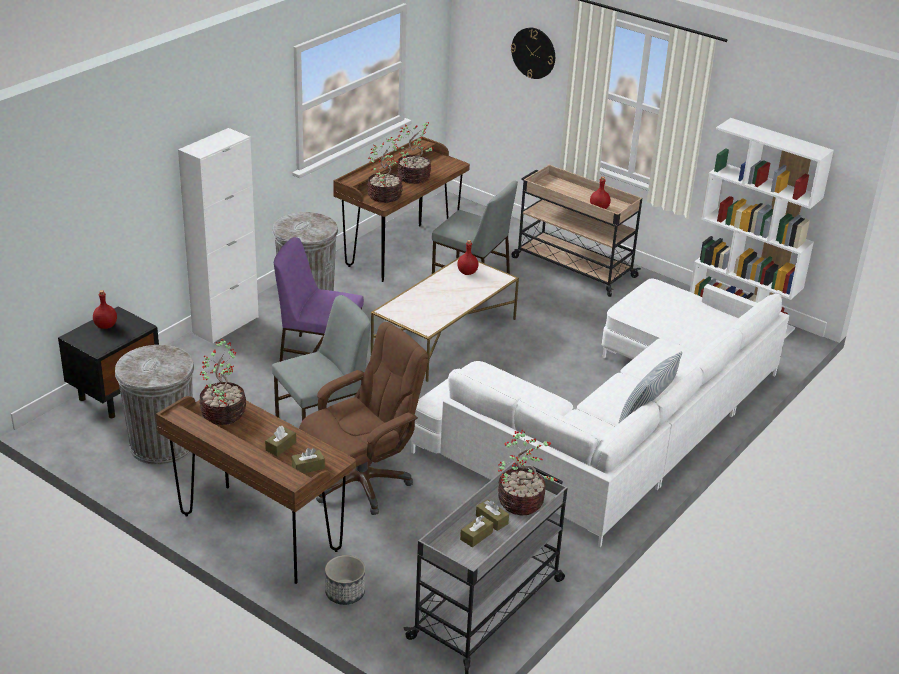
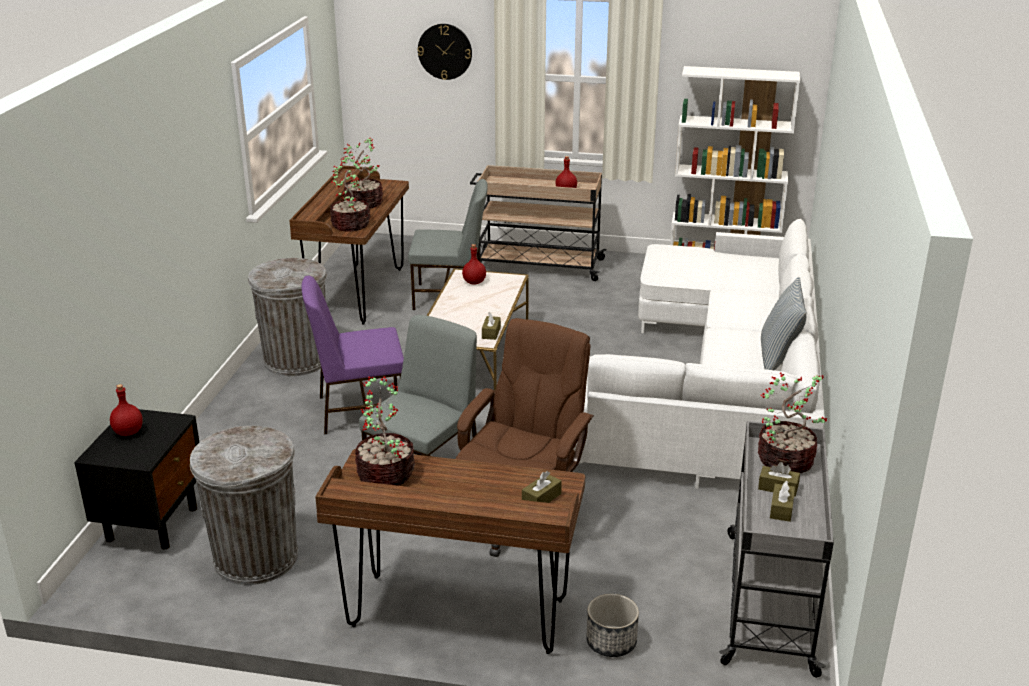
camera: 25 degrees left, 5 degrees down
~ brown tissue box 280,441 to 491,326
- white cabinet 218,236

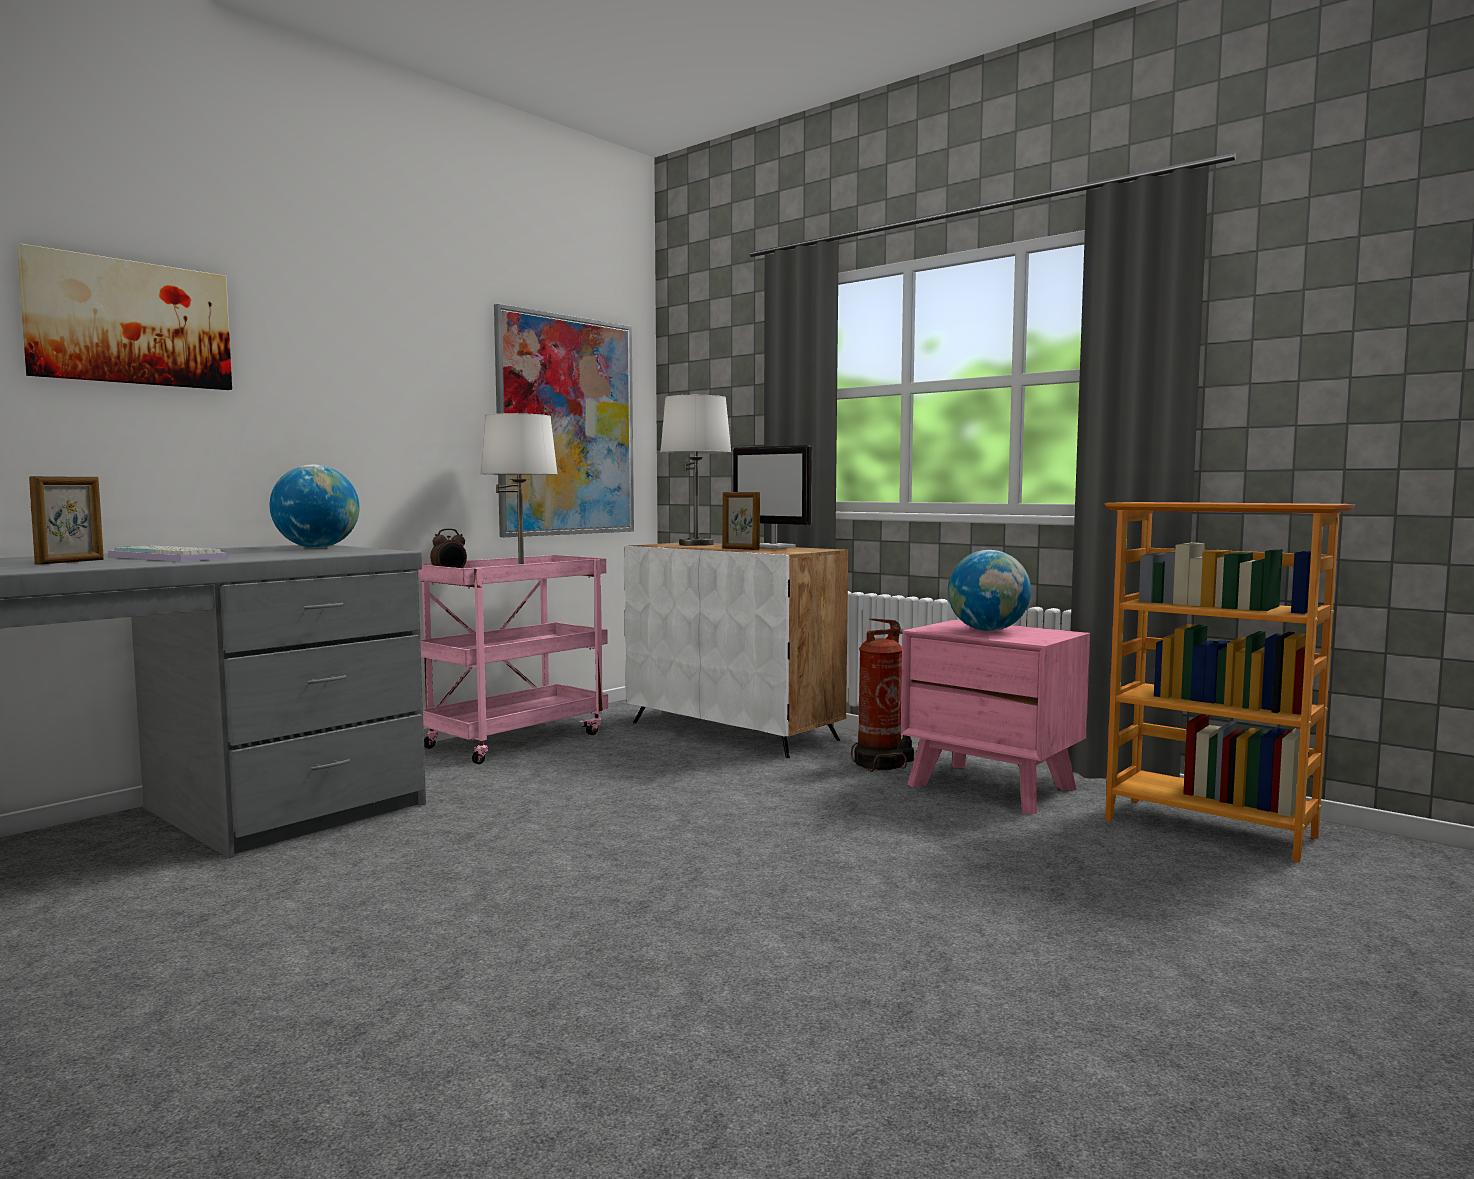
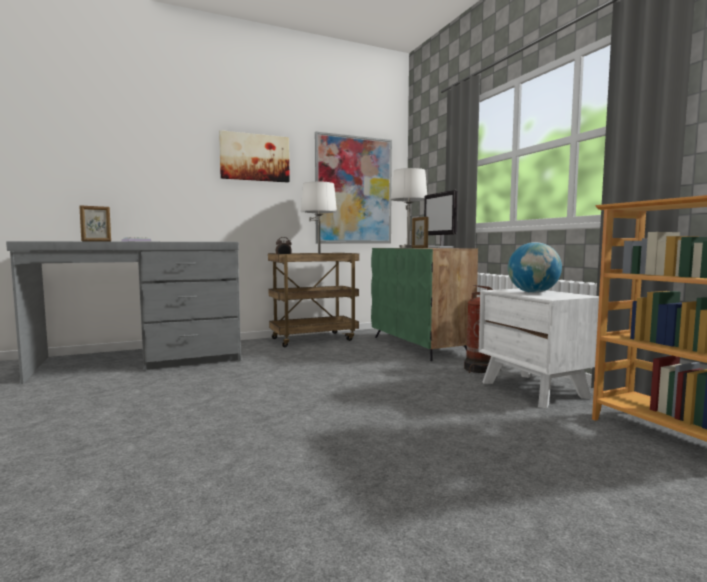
camera: 25 degrees right, 0 degrees up
~ picture 124,317 to 254,156
~ pink cart 513,659 to brown cart 313,300
~ white cabinet 736,650 to green cabinet 424,304
~ pink nightstand 995,717 to white nightstand 539,349
- globe 315,506

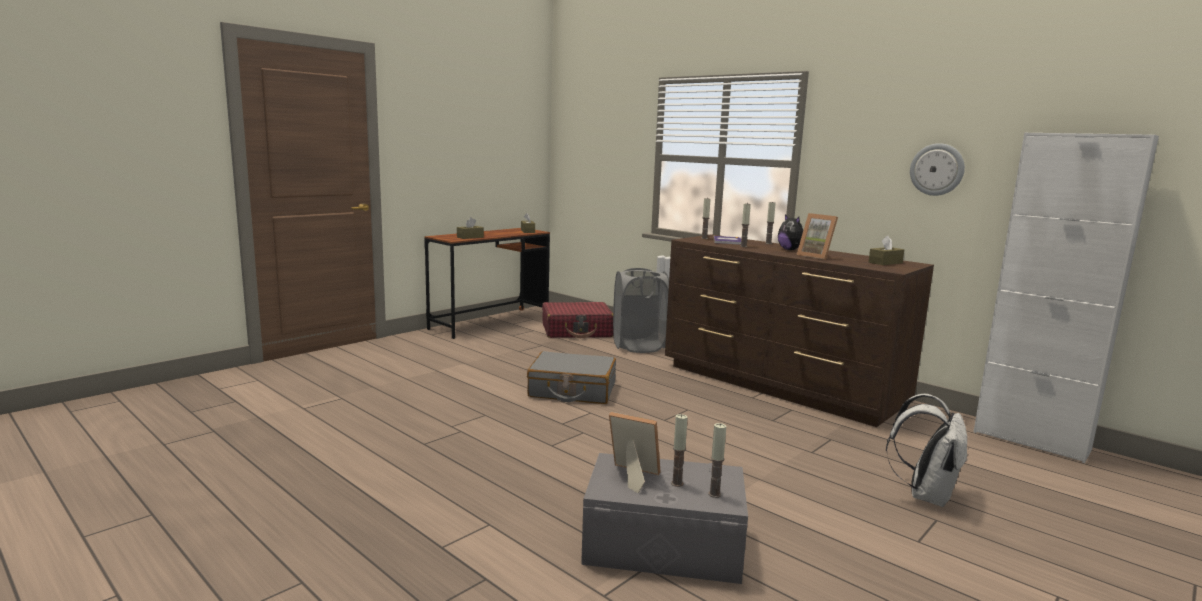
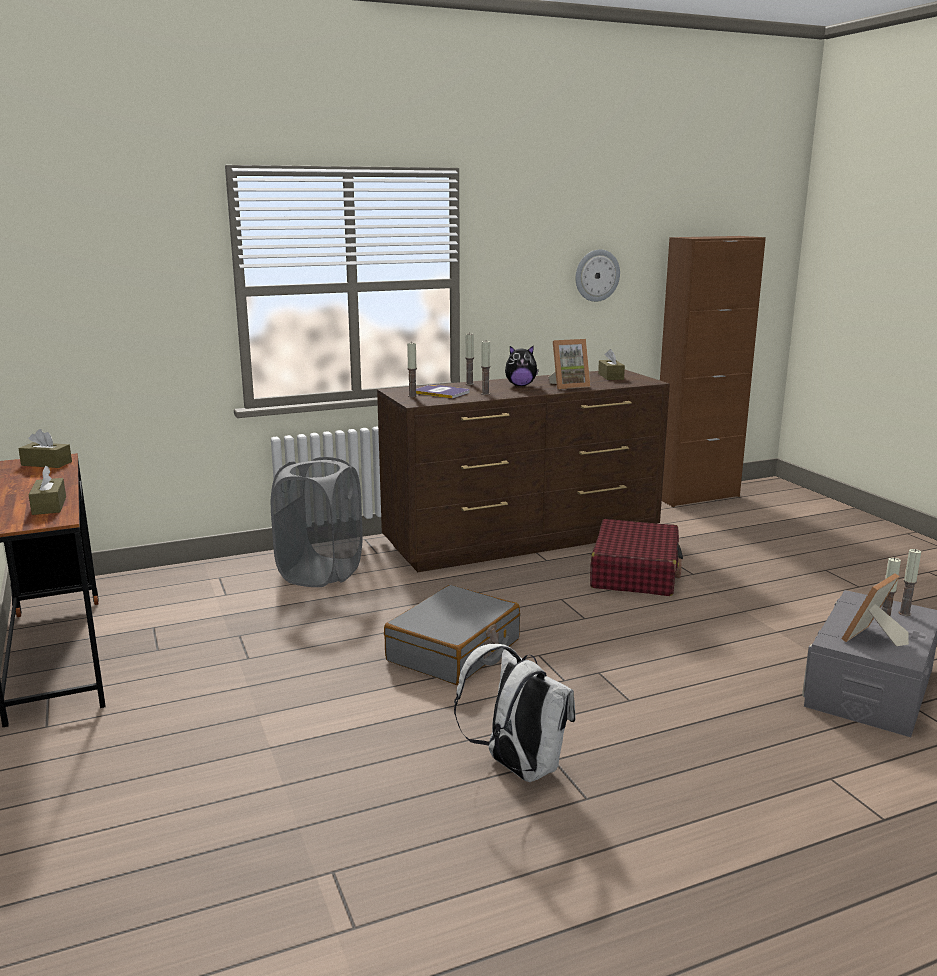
camera: 65 degrees left, 5 degrees up
~ white backpack 927,450 to 515,713
~ red suitcase 577,320 to 636,557
~ white cabinet 1066,298 to brown cabinet 713,371

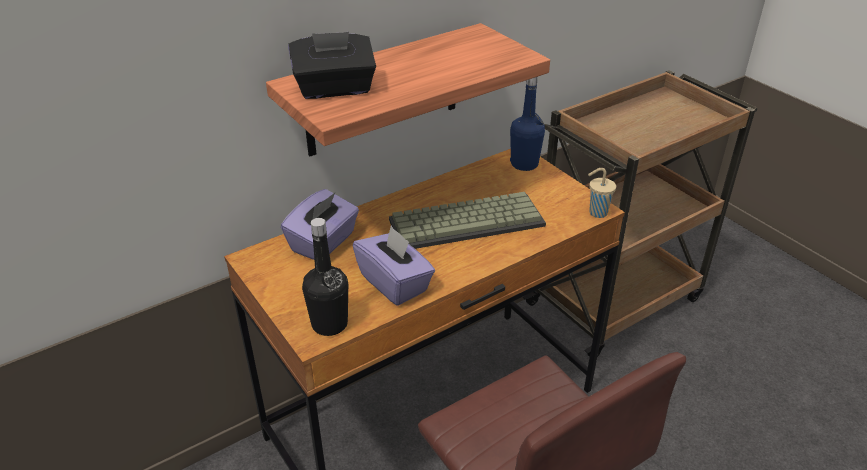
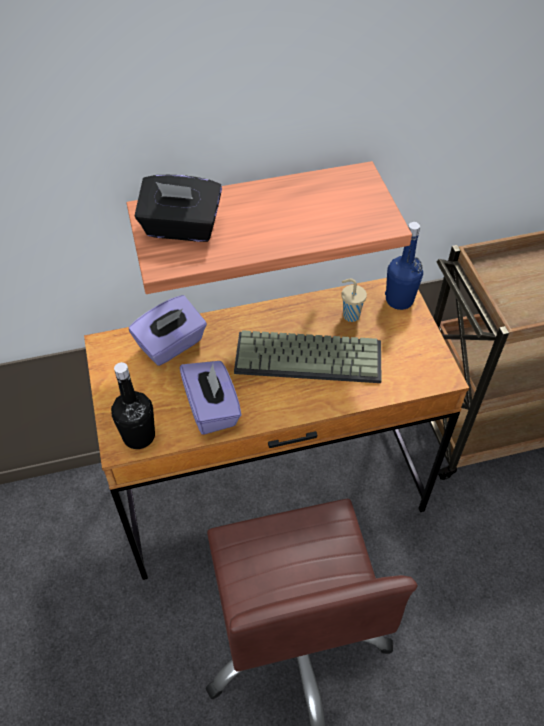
camera: 20 degrees right, 15 degrees up
~ beige cup 602,193 to 354,300

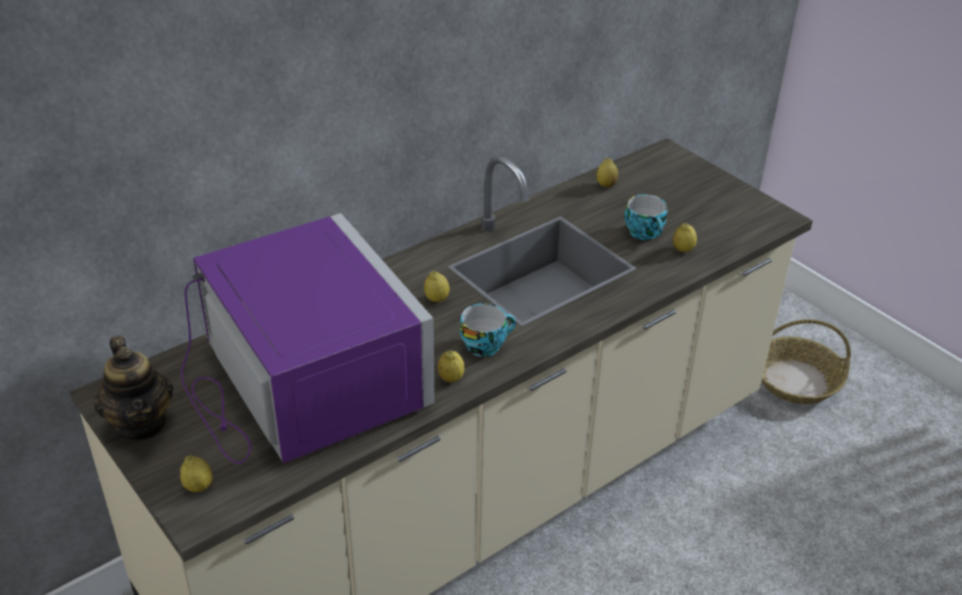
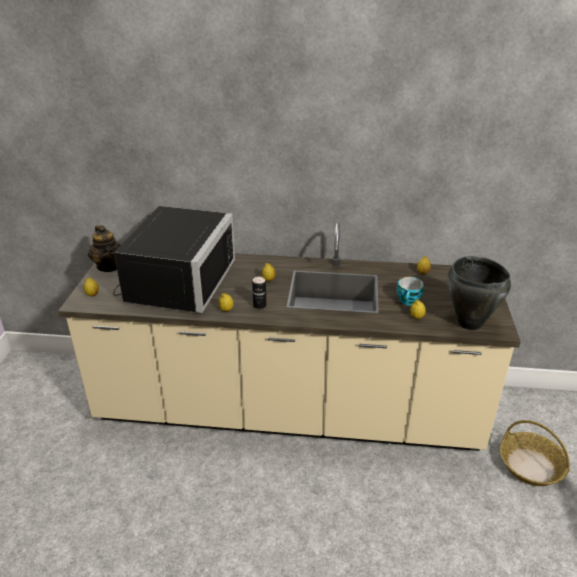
camera: 45 degrees right, 5 degrees down
~ teapot 133,388 = 104,248 45 degrees counterclockwise
~ purple microwave 308,338 to black microwave 174,259
~ cup 488,330 to can 259,293
+ black cooking pot 479,293

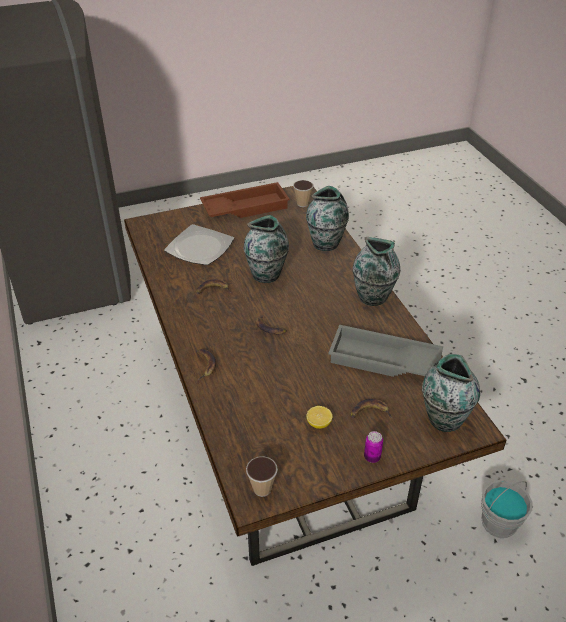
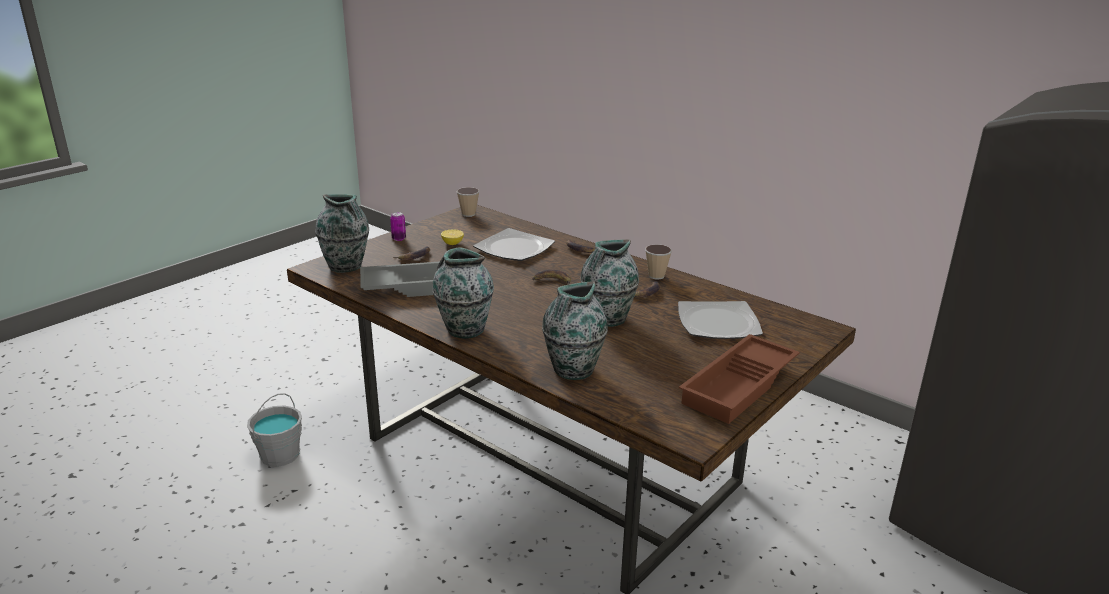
camera: 150 degrees right, 15 degrees down
+ plate 514,244
~ cup 303,193 to 658,262

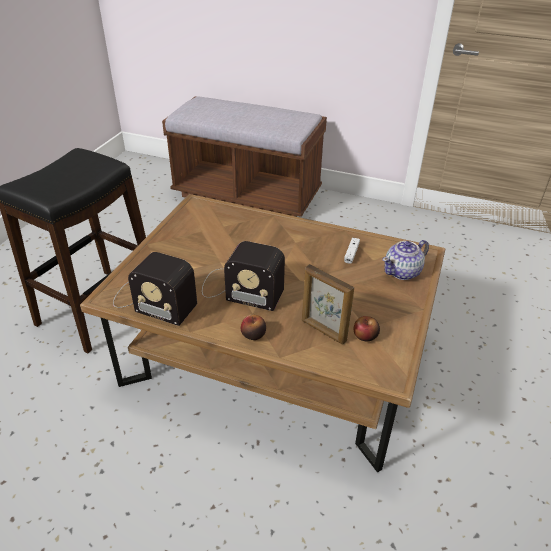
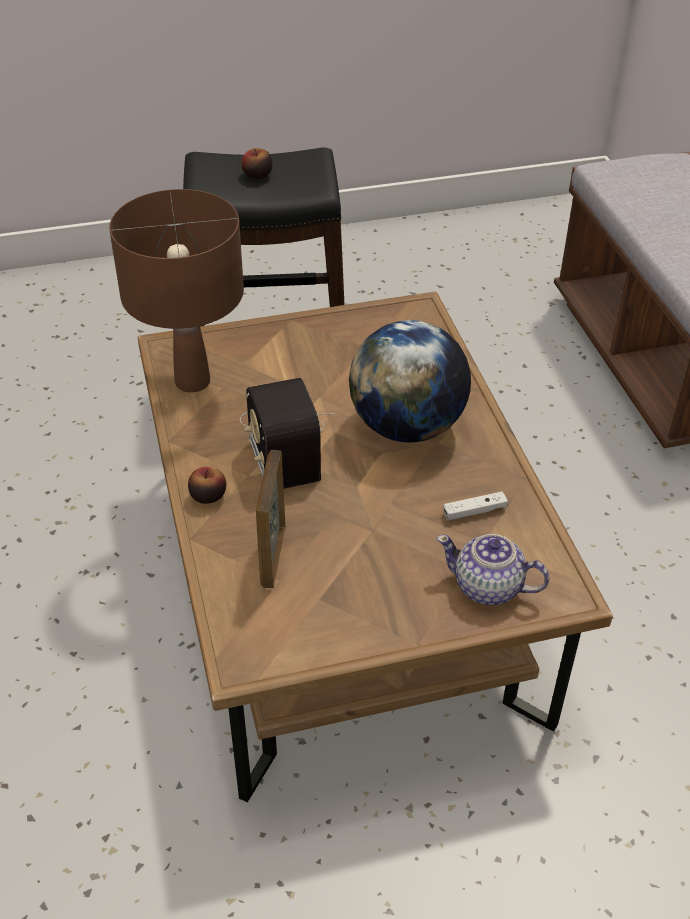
camera: 55 degrees right, 5 degrees up
~ radio 155,289 to brown table lamp 176,290
~ apple 367,329 to 256,163
+ globe 410,381

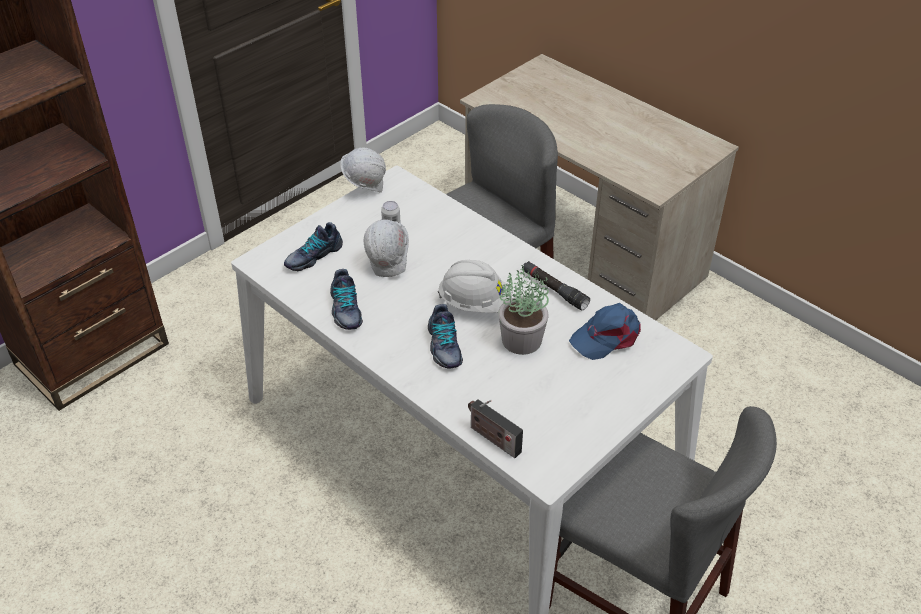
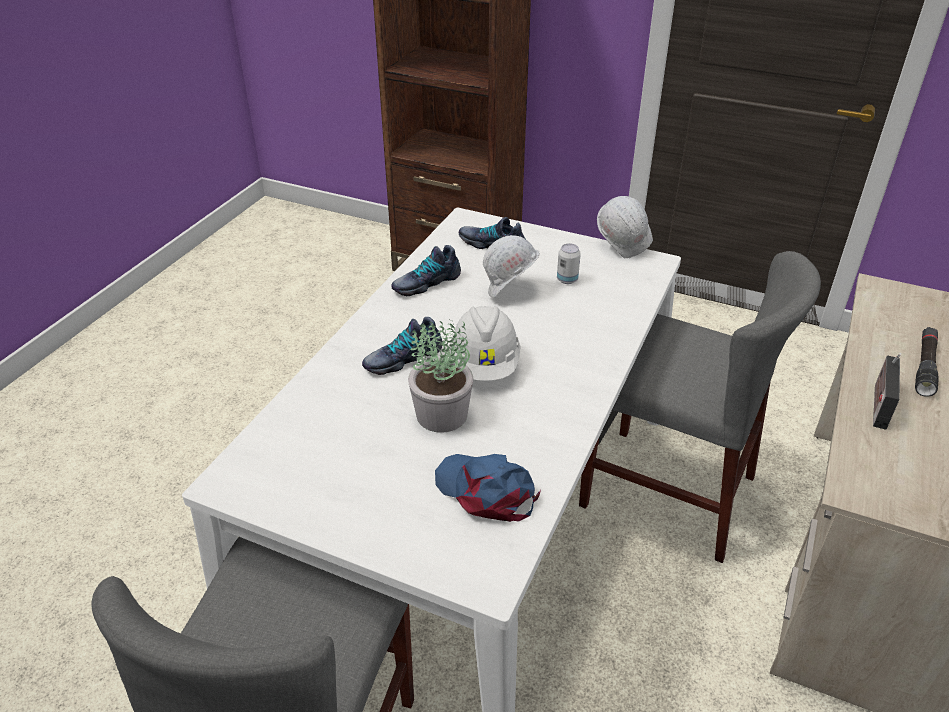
camera: 70 degrees right, 5 degrees down
~ radio 495,428 to 887,391
~ black flashlight 556,285 to 927,362

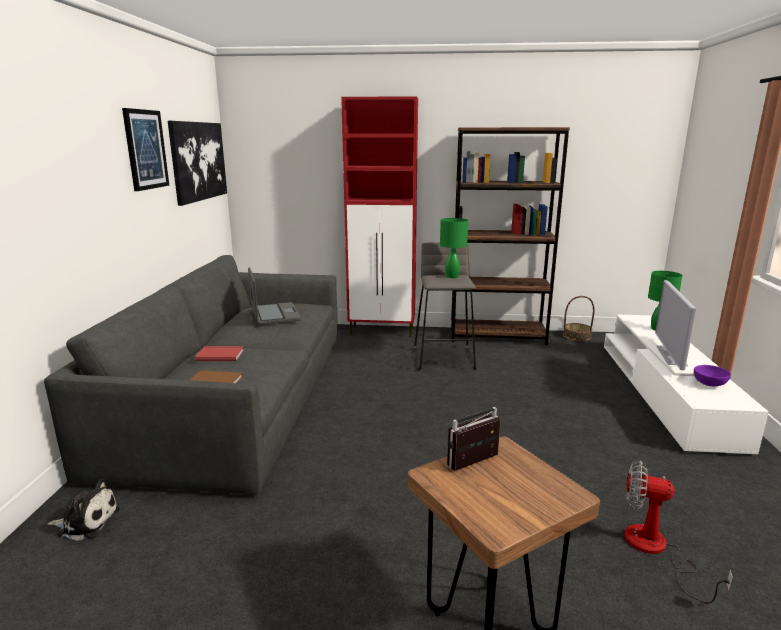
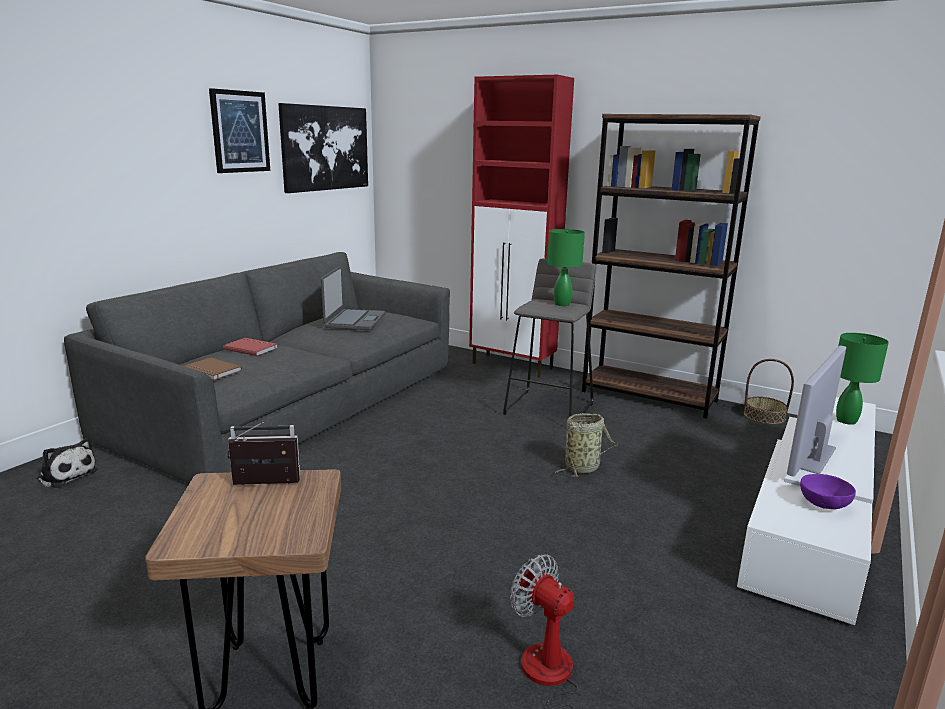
camera: 25 degrees right, 0 degrees up
+ basket 586,445

